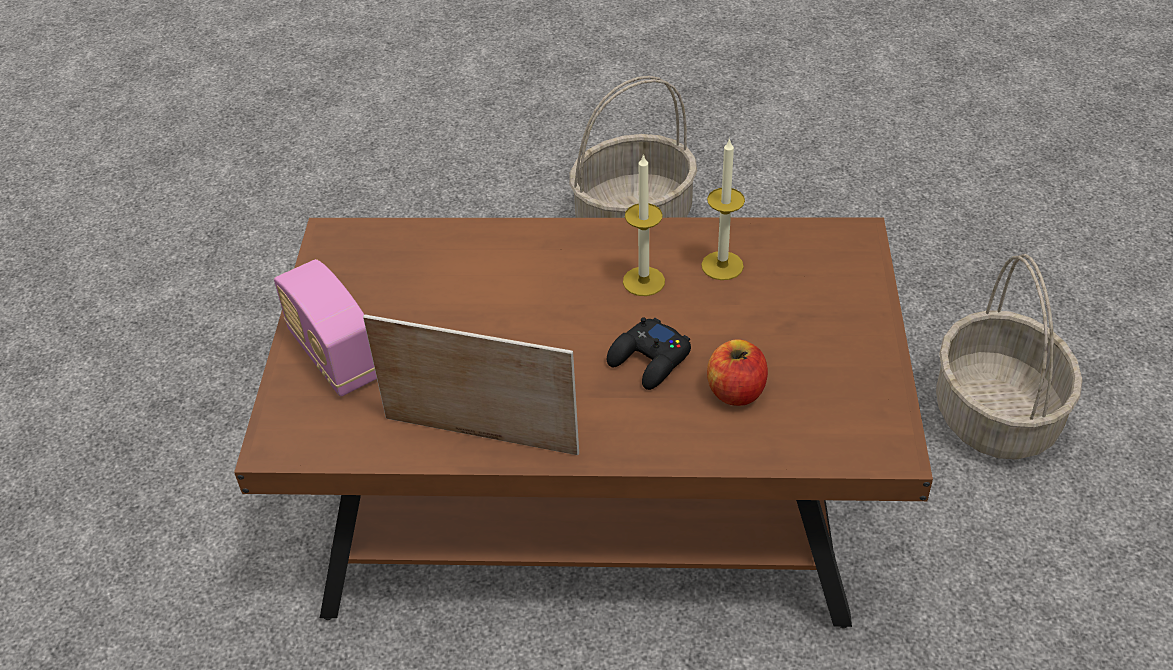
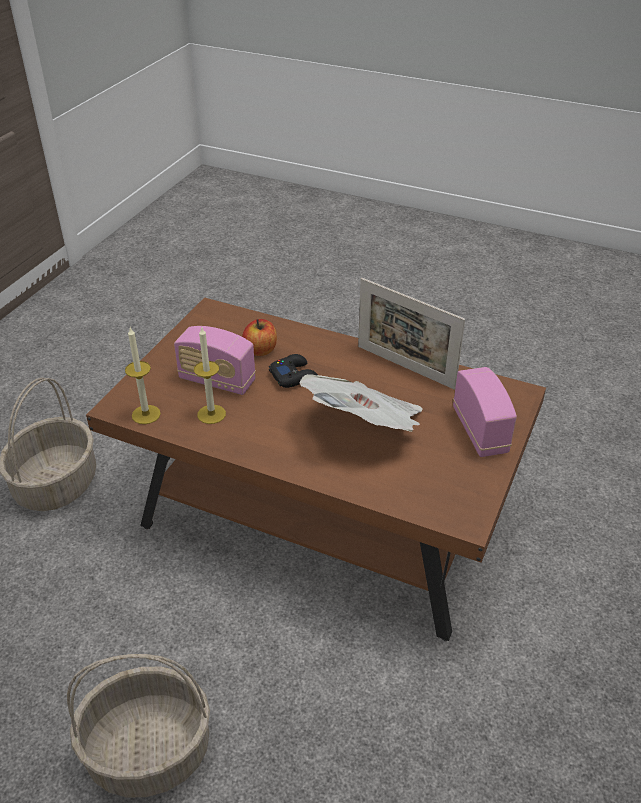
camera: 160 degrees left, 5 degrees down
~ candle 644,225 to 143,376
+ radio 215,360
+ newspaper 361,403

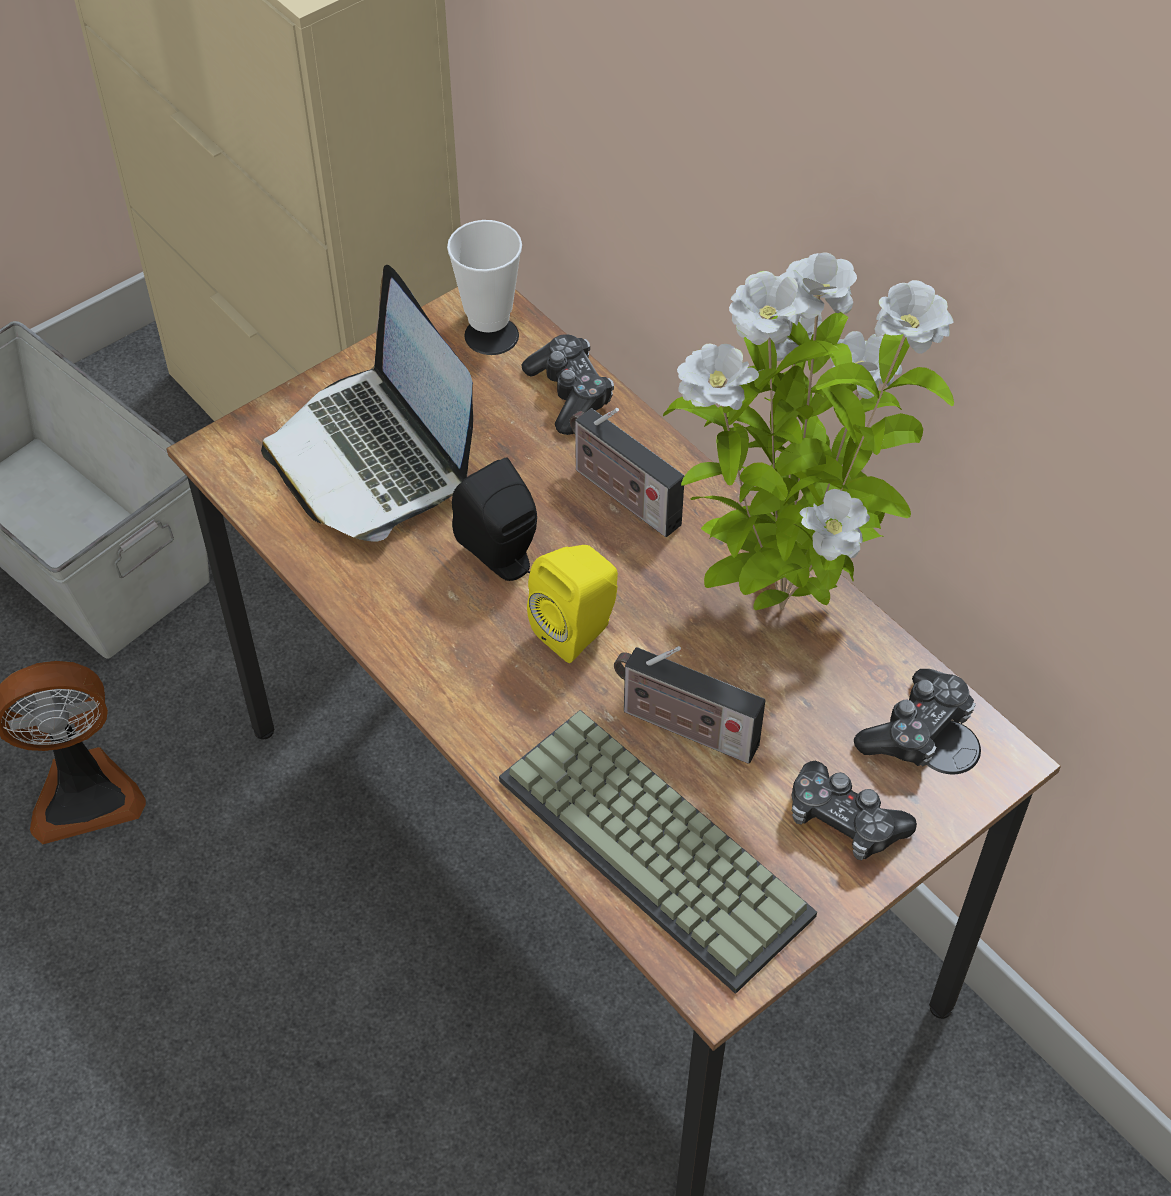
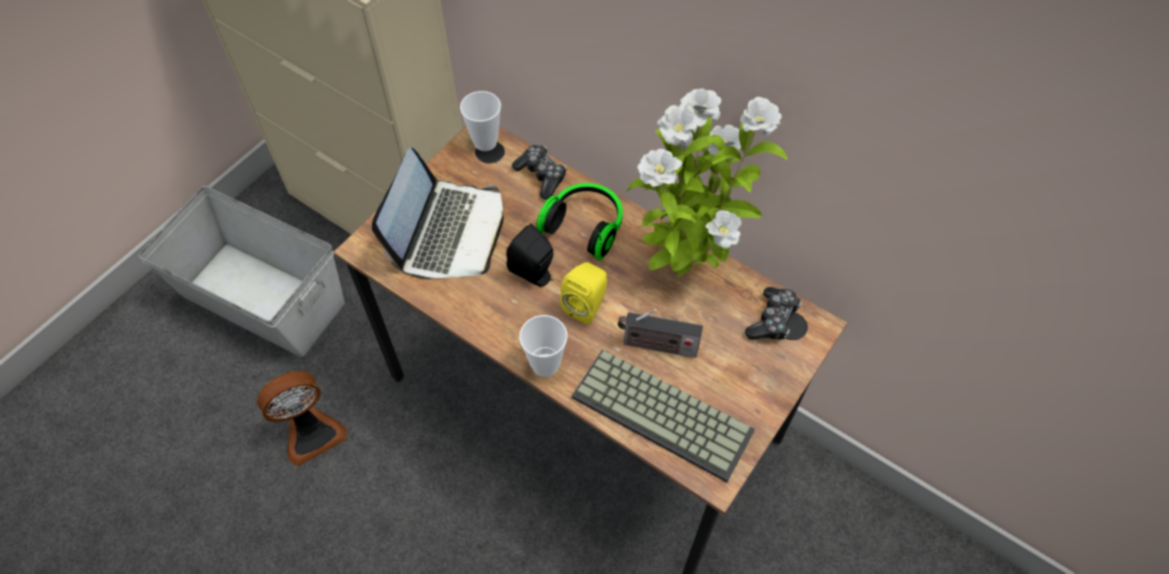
camera: 15 degrees left, 5 degrees up
~ laptop 367,403 = 437,213 120 degrees counterclockwise
+ cup 543,346
~ radio 627,472 to headphones 579,221
- game controller 854,810

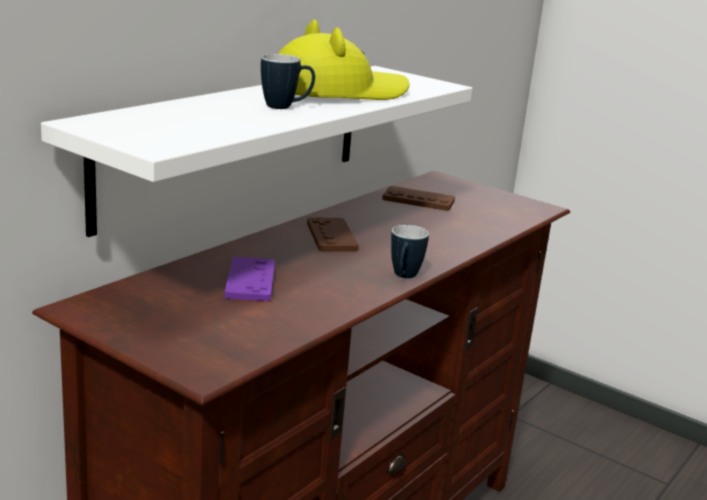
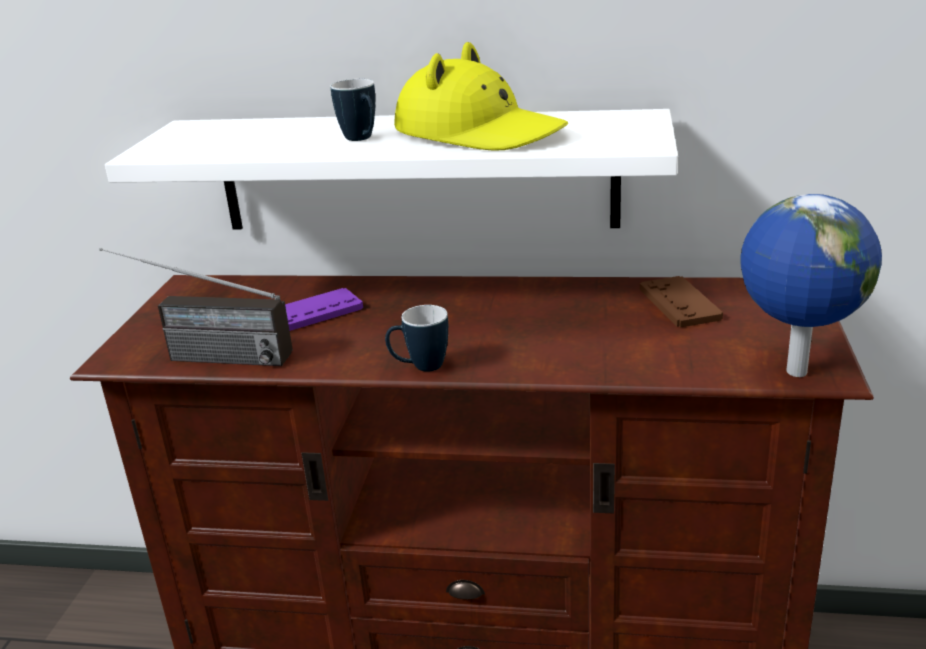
camera: 65 degrees right, 5 degrees up
+ radio 196,307
+ globe 811,285
- brown game controller 333,234

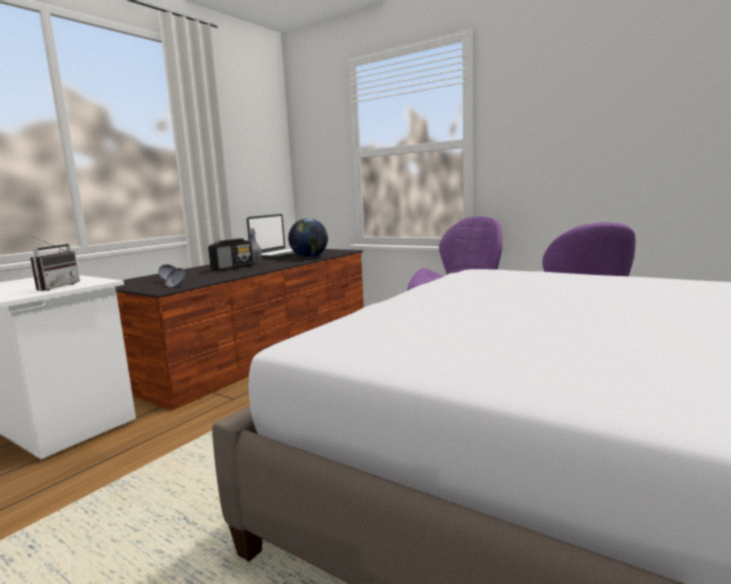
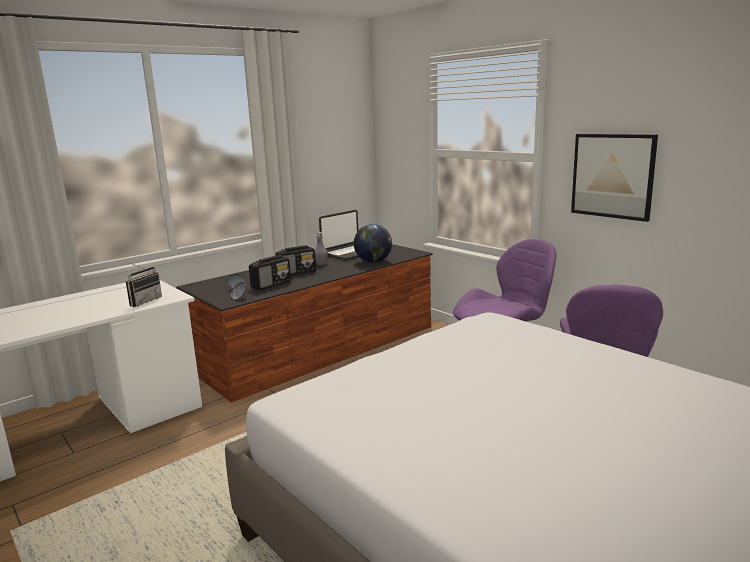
camera: 15 degrees right, 5 degrees up
+ radio 270,272
+ picture 614,178

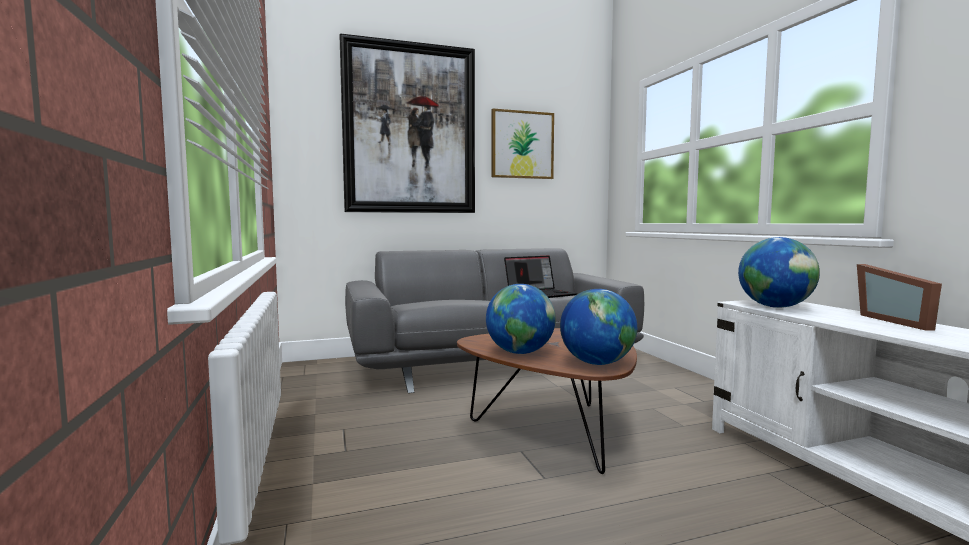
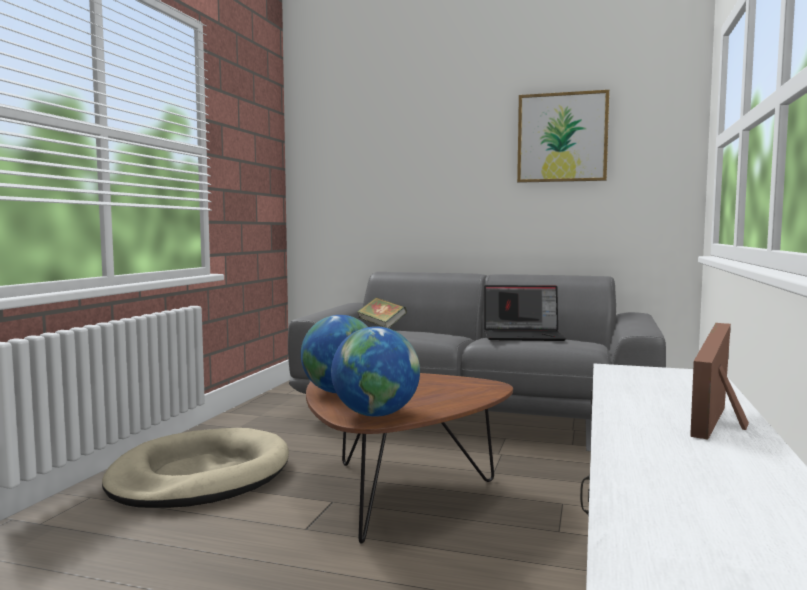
camera: 35 degrees right, 0 degrees up
+ beige dog bed 195,468
+ book 382,312
- picture 407,123
- globe 779,272

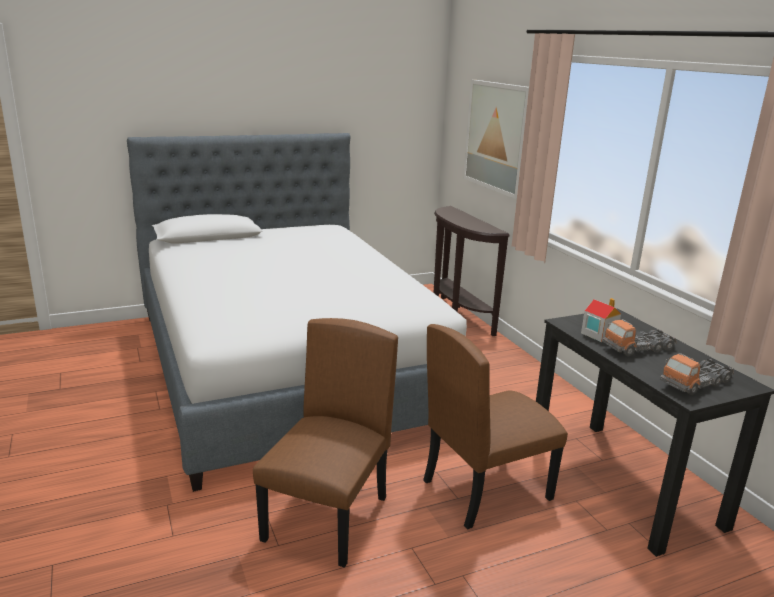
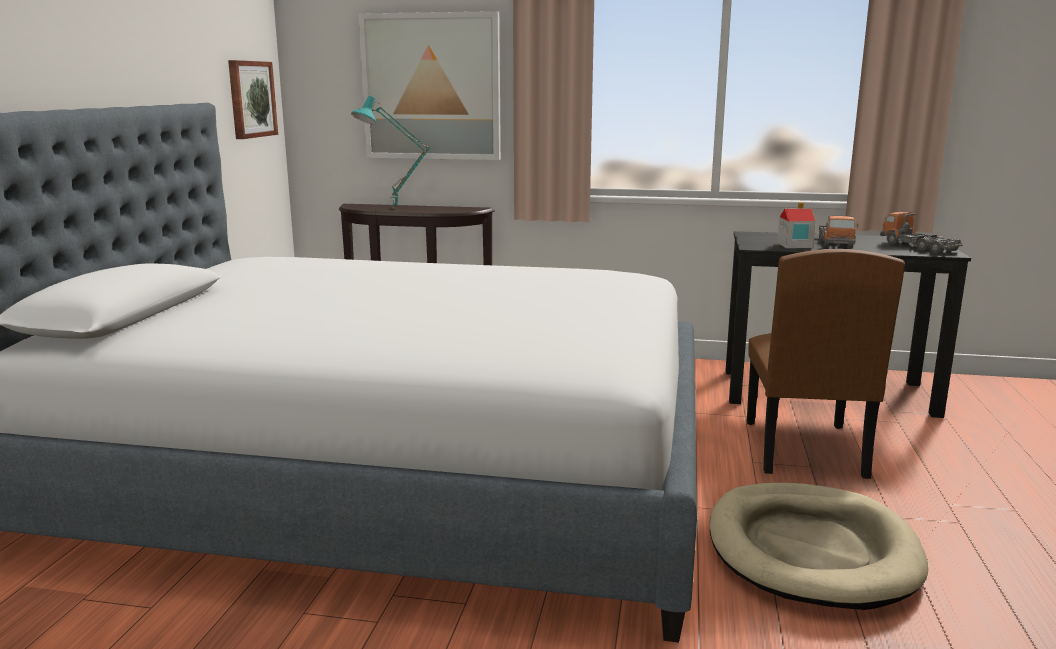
camera: 55 degrees left, 5 degrees down
+ picture 253,99
+ turquoise table lamp 390,152
~ brown chair 325,443 to beige dog bed 818,546
~ toy truck 697,374 = 921,232 150 degrees clockwise

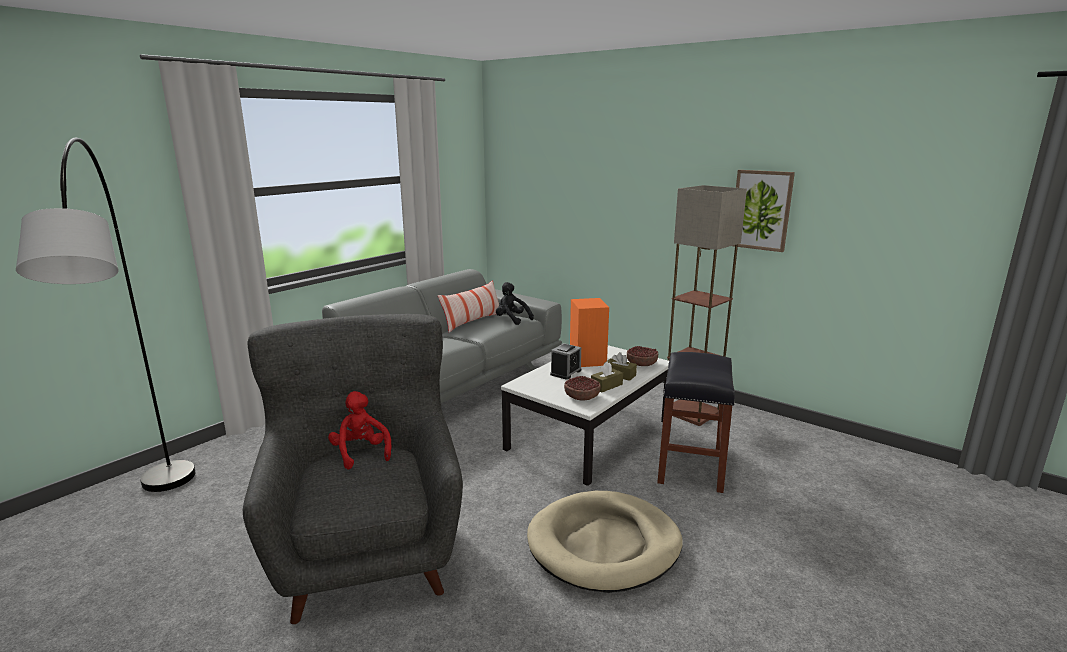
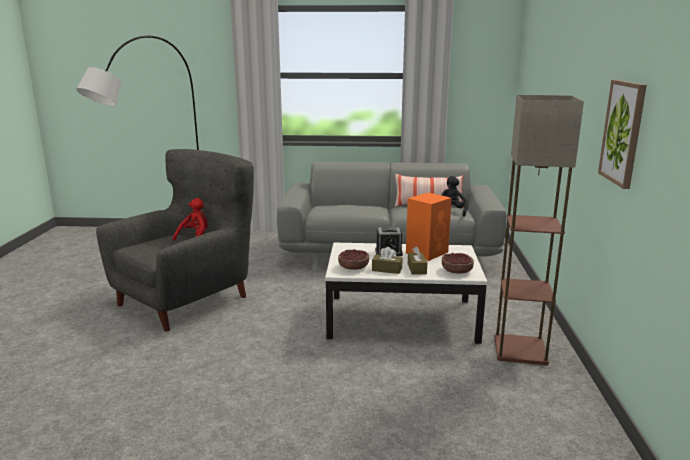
camera: 55 degrees right, 0 degrees up
- beige dog bed 605,542
- black stool 696,422

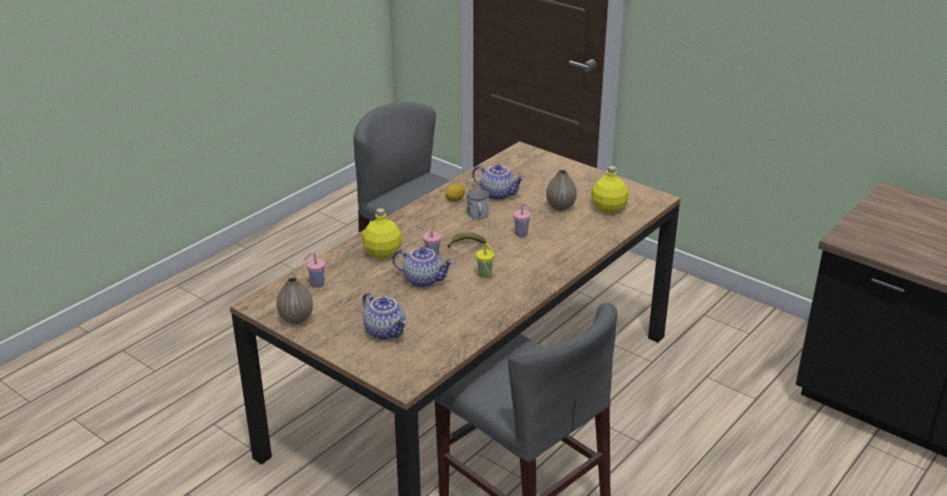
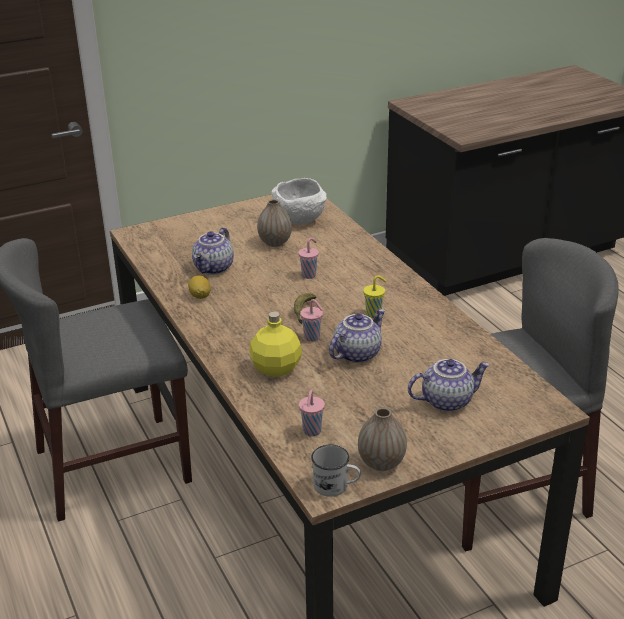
camera: 65 degrees left, 0 degrees up
~ teapot 498,182 = 213,251 150 degrees clockwise
~ yellow bottle 610,190 to white bowl 299,201
~ white mug 478,204 to 336,471

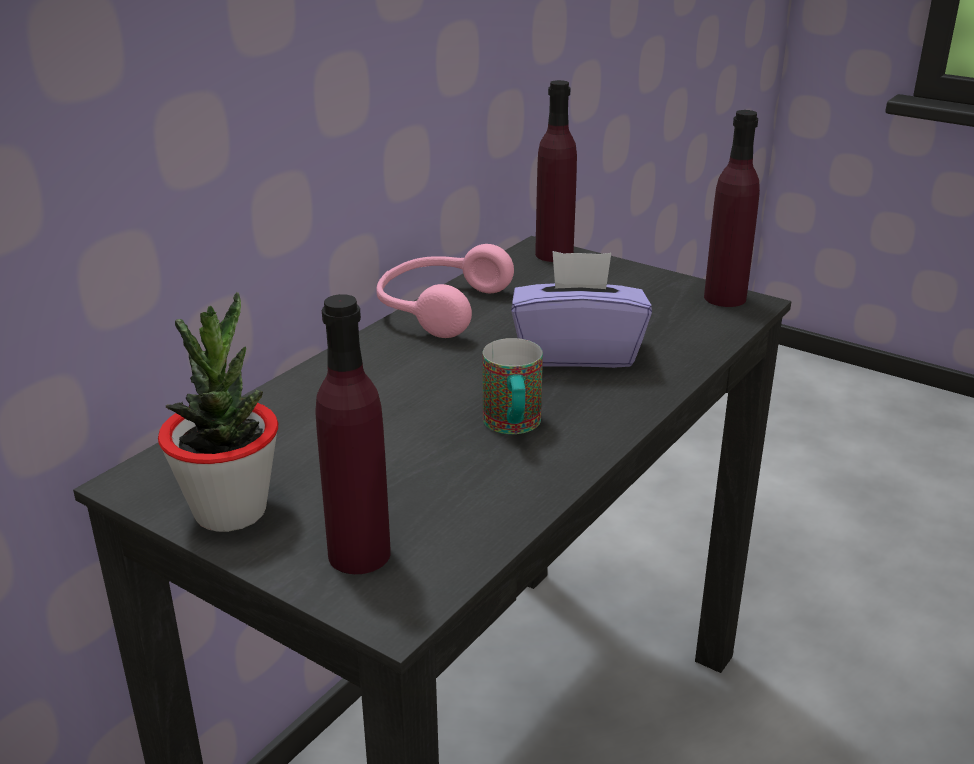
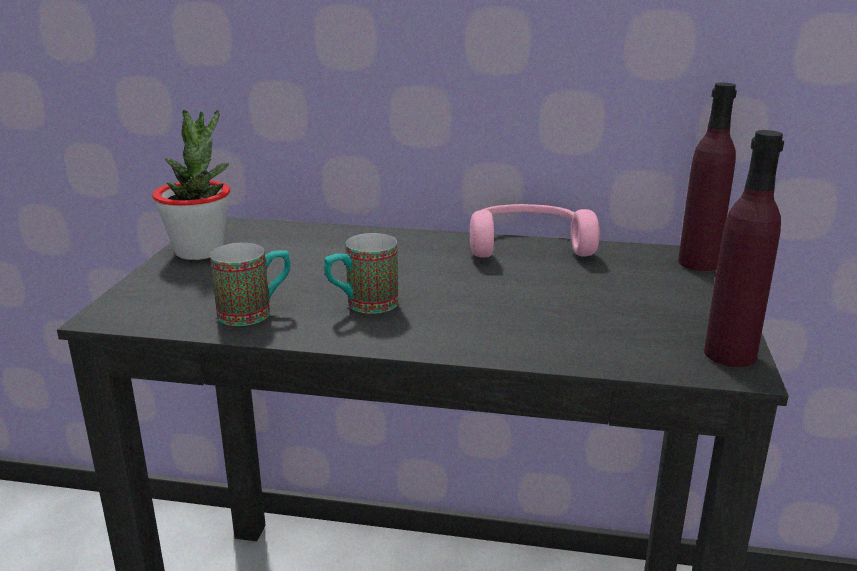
camera: 65 degrees right, 5 degrees down
+ mug 250,284
- purple bottle 353,434
- purple tissue box 581,309

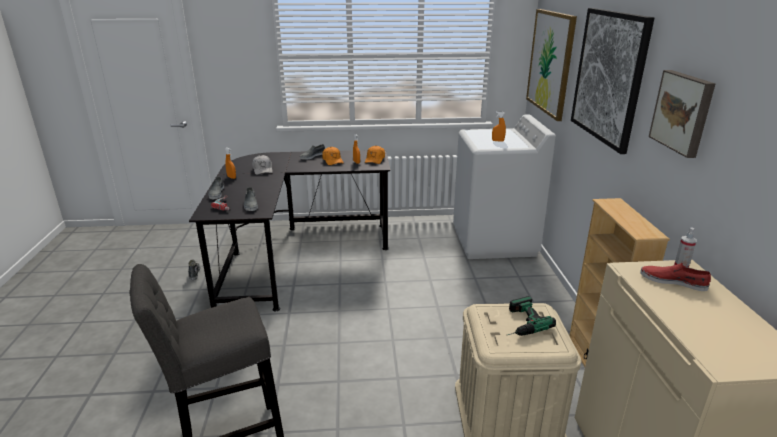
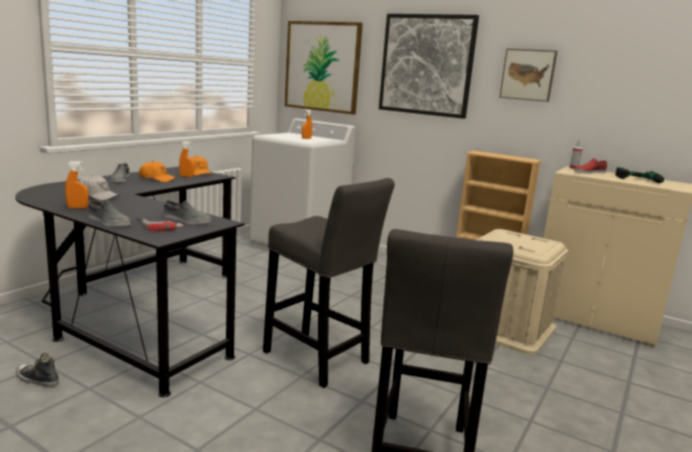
camera: 55 degrees left, 10 degrees down
+ grey stool 329,283
~ power drill 532,316 to 639,175

